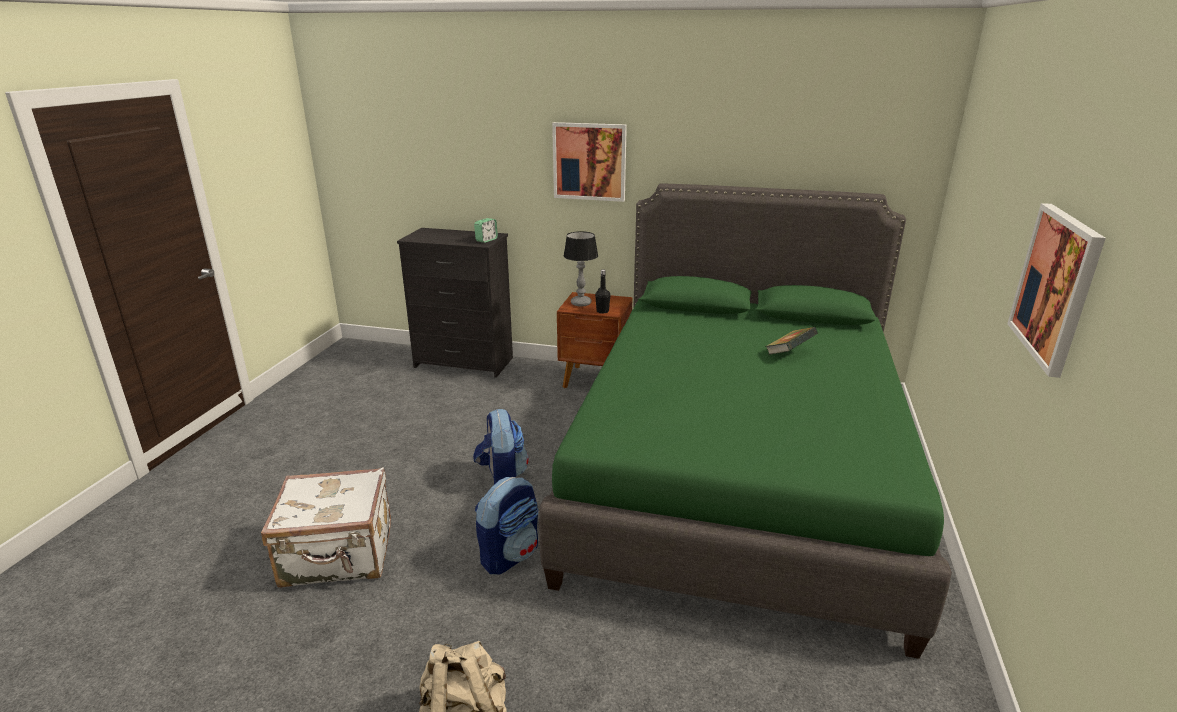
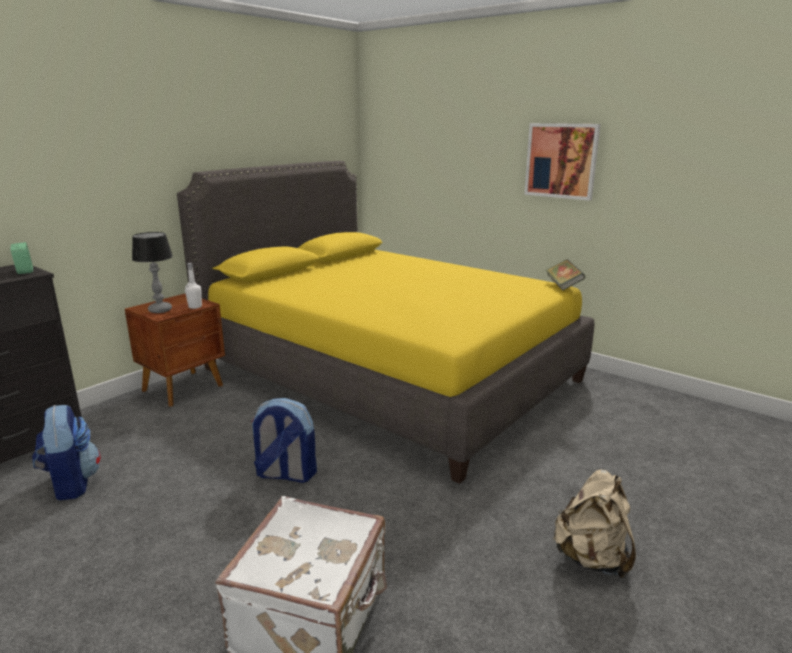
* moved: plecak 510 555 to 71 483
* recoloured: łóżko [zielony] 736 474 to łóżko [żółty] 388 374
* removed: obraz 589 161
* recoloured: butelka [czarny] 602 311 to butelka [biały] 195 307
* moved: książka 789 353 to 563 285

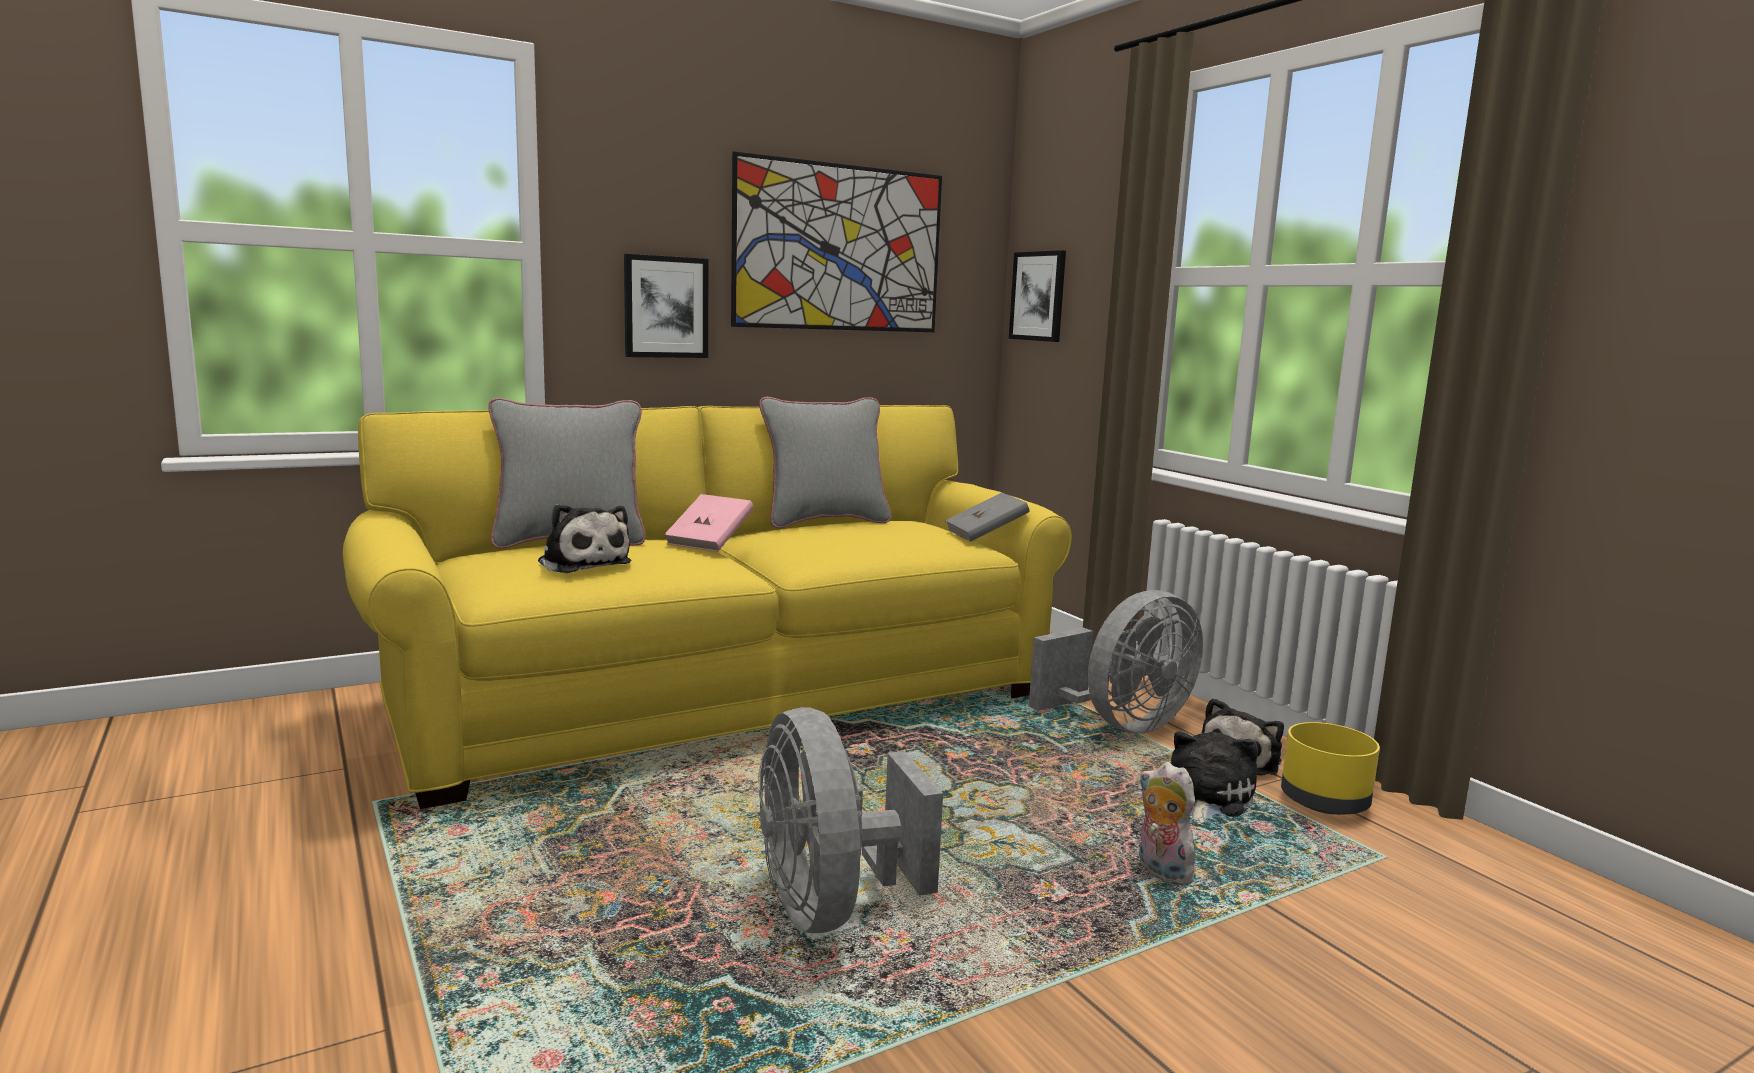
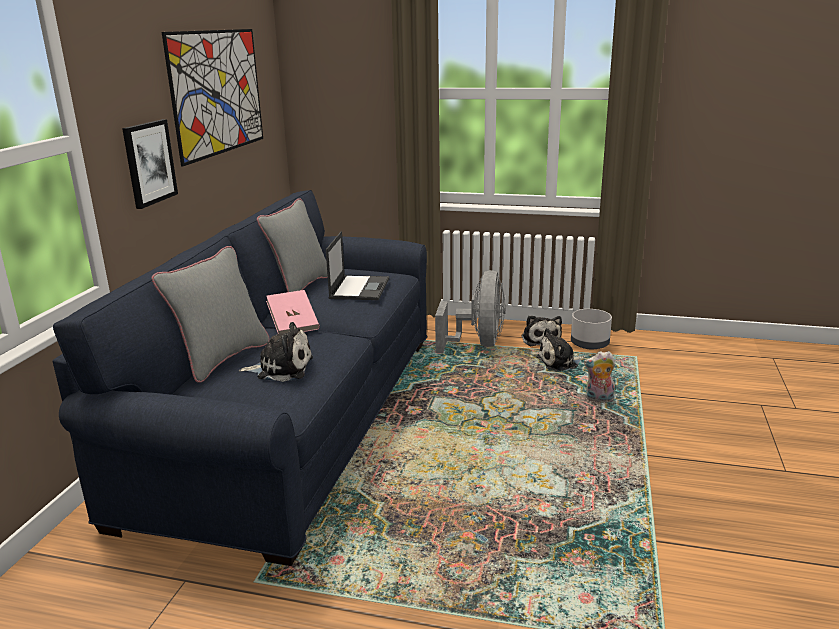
* recoloured: kanapa [żółty] 727 698 to kanapa [niebieski] 297 418
* removed: wentylator [szary] 830 907
* removed: książka [szary] 985 535
* removed: obraz 1038 296
* turned: pluszak 1206 798 = 559 362 90 degrees counterclockwise
* recoloured: donica [żółty] 1325 801 to donica [szary] 589 344
* added: laptop 359 288

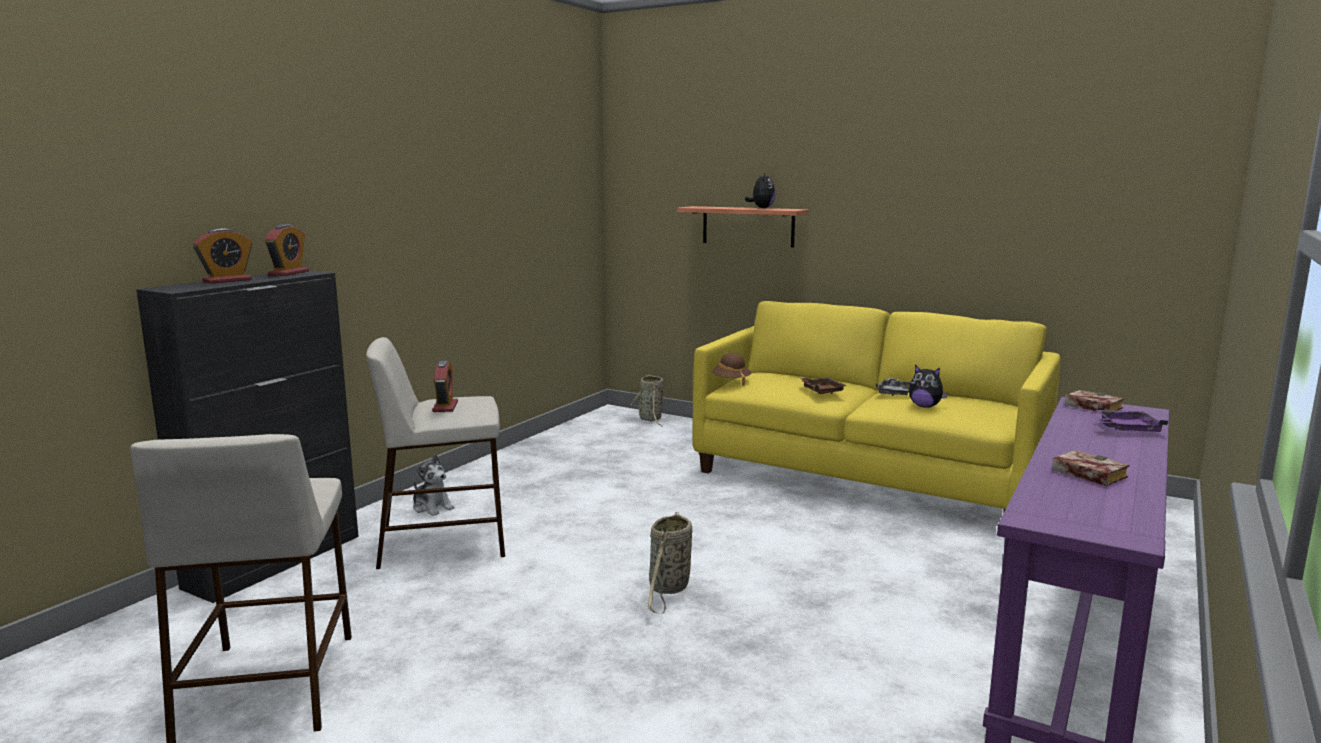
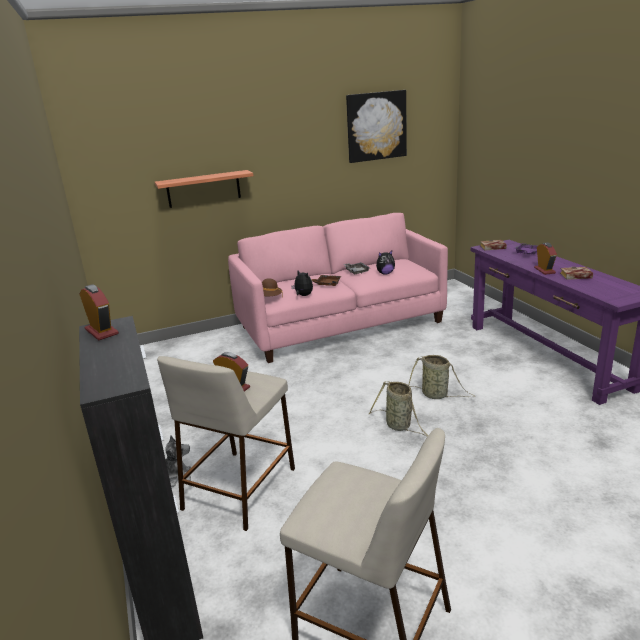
* moved: budzik 227 280 to 544 270
* moved: koszyk 651 419 to 436 395
* recoloured: kanapa [żółty] 867 475 to kanapa [różowy] 340 324
* moved: pluszak 761 208 to 303 295
* added: obraz 376 126

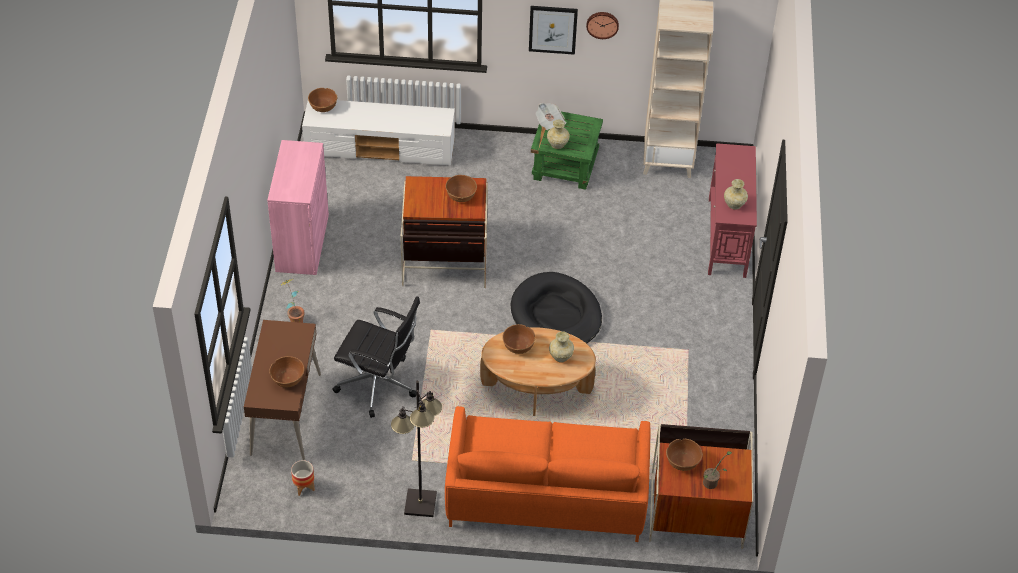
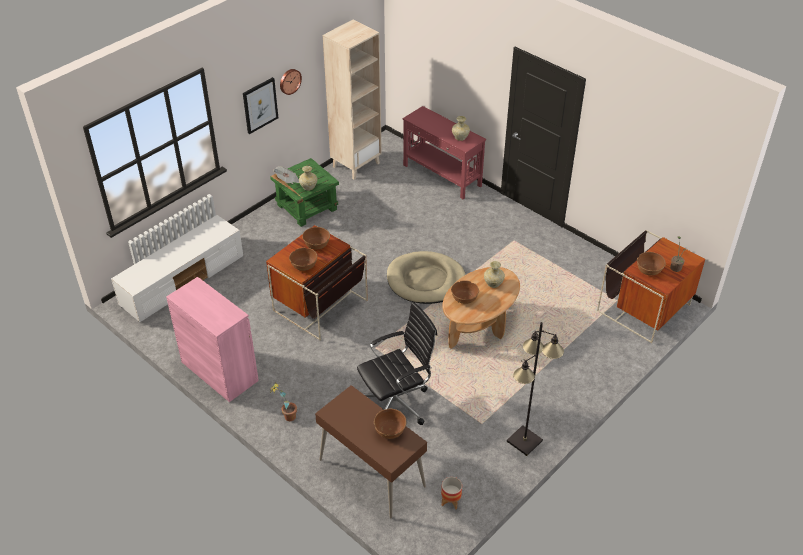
* moved: miska [brązowy] 323 107 to 304 266
* removed: kanapa [pomarańczowy] 546 494
* recoloured: legowisko [czarny] 556 315 to legowisko [beżowy] 426 280

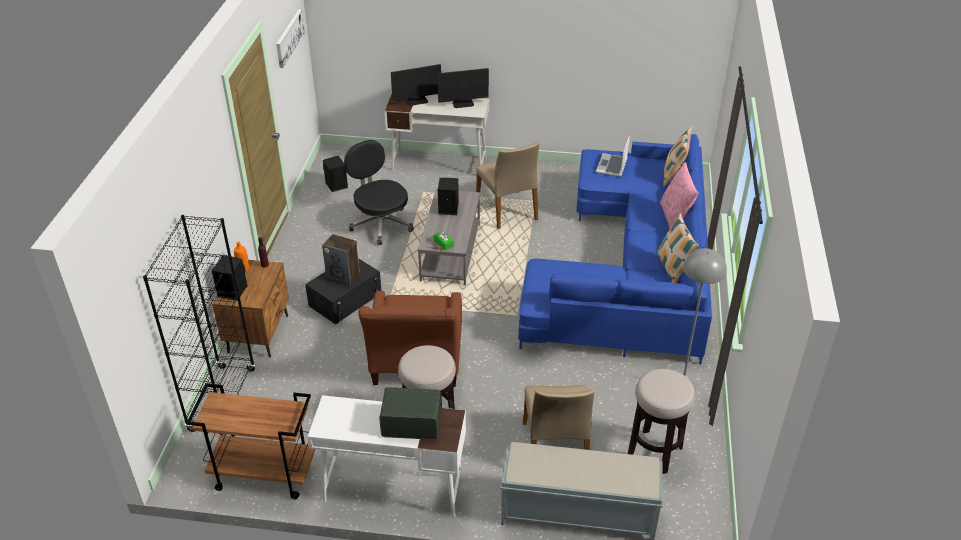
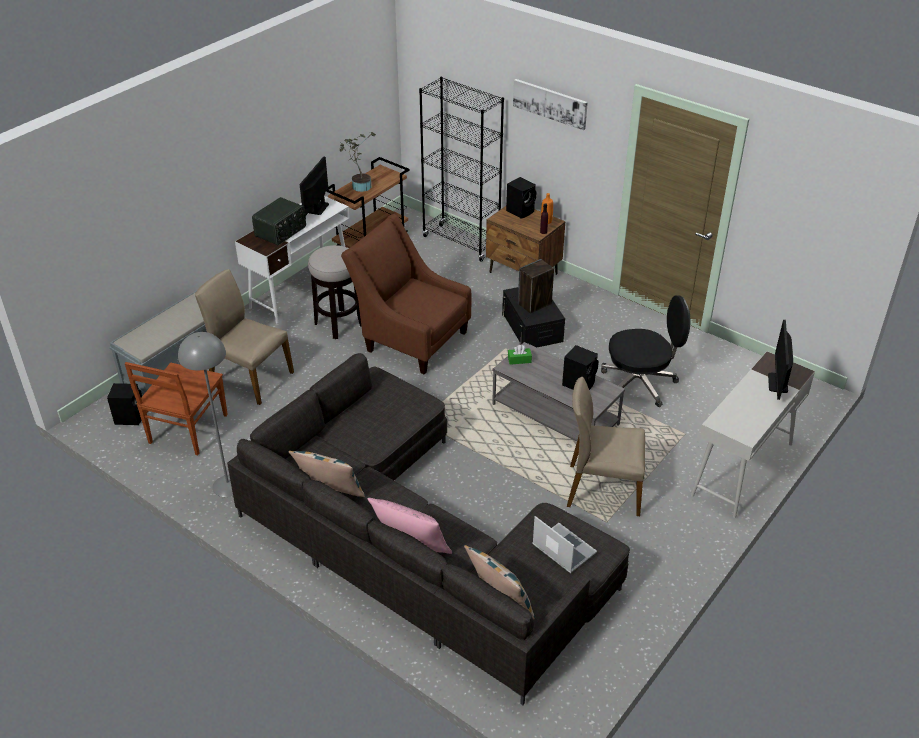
* moved: obraz 289 38 to 550 103
* moved: głośnik [czarny] 335 185 to 130 417
* moved: monitor 463 103 to 318 208
* recoloured: kanapa [niebieski] 632 269 to kanapa [szary] 415 542
* replaced: stołek 655 452 to krzesło [brązowy] 187 430
* added: roślina doniczkowa 359 186

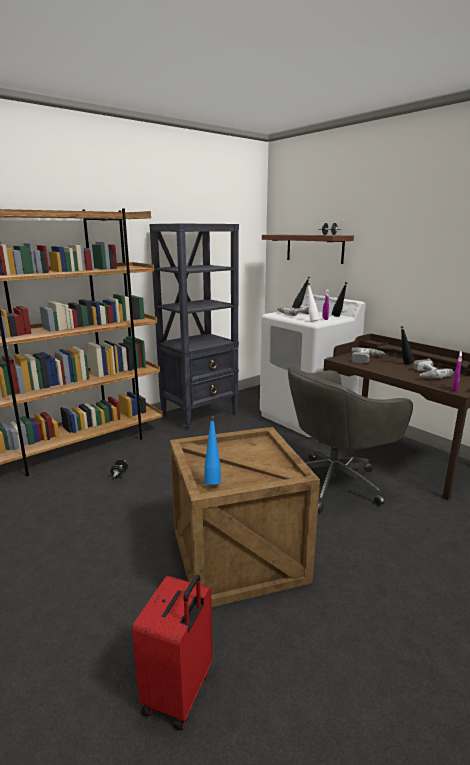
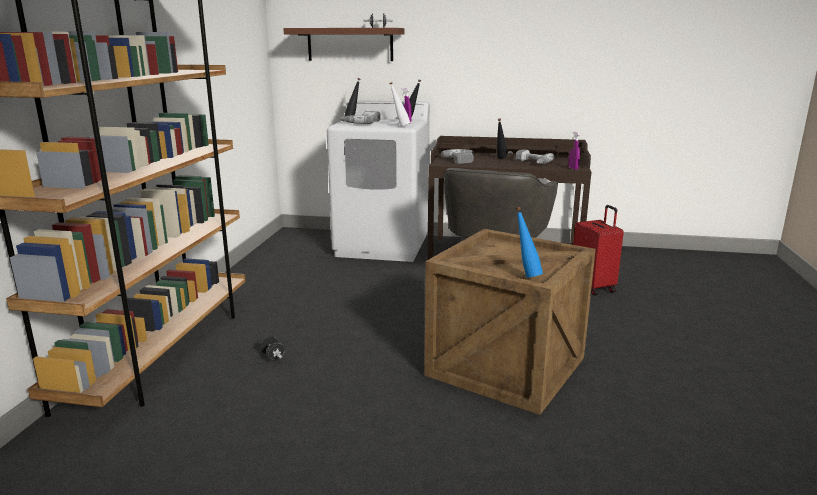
* moved: walizka [czerwony] 179 692 to 594 287
* removed: regał [czarny] 200 414

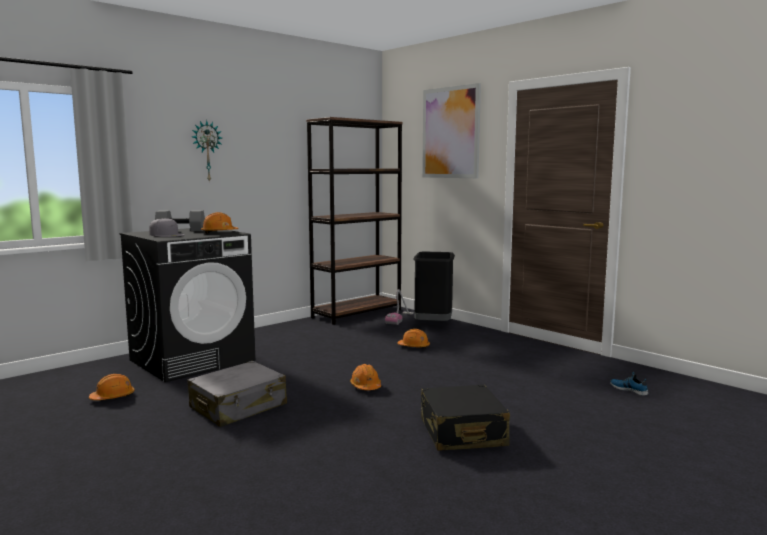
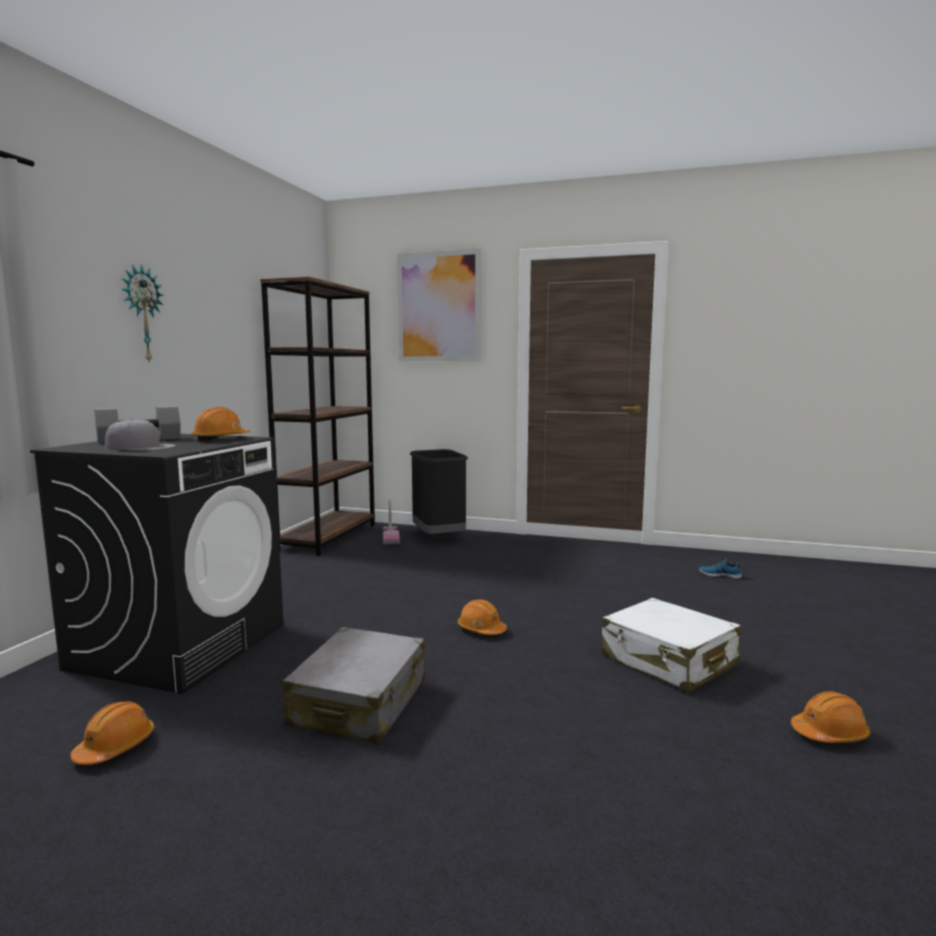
* moved: kask [pomarańczowy] 414 346 to 829 733
* recoloured: walizka [czarny] 462 432 to walizka [biały] 668 661

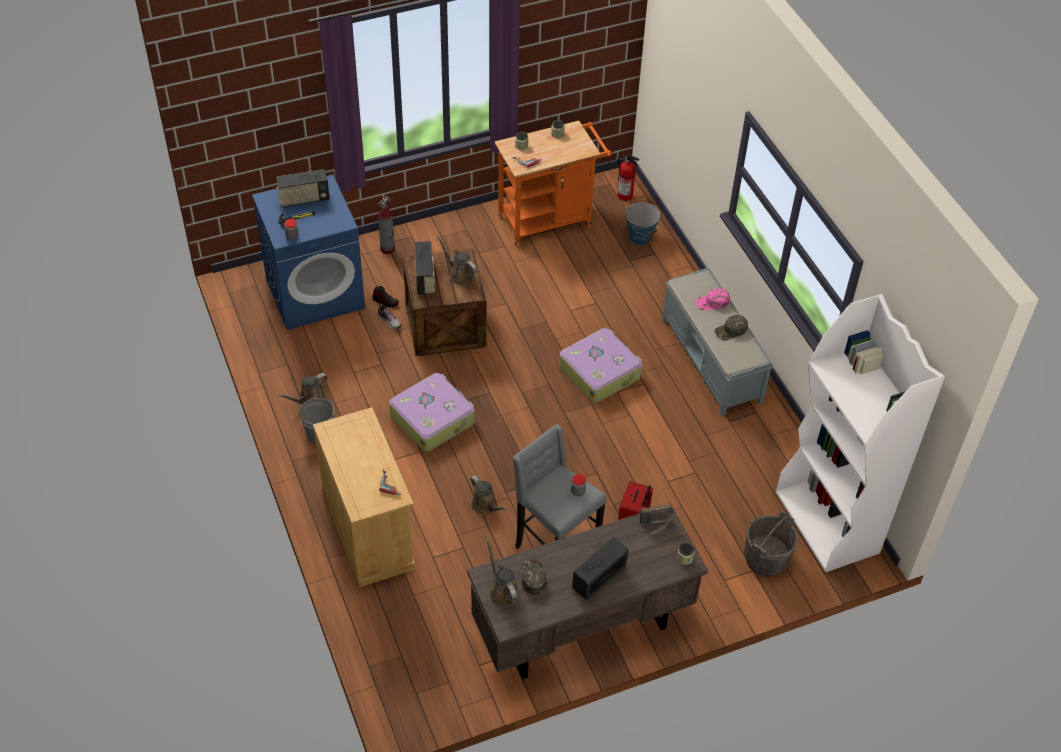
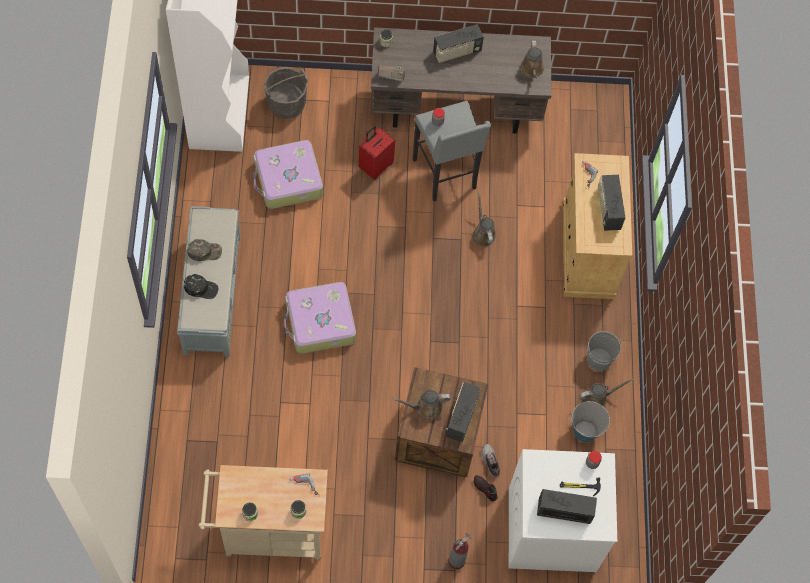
* recoloured: pralka [niebieski] 315 292 to pralka [biały] 551 530
* moved: walizka 432 418 to 288 180
* turned: konewka [brązowy] 460 274 = 426 408 105 degrees clockwise
* recoloured: wózek [pomarańczowy] 550 220 to wózek [beżowy] 268 532
* removed: czapka z daszkiem [zielony] 532 577
* removed: gaśnica 625 195
* moved: wiadro 640 237 to 585 431
* recoloured: czapka z daszkiem [różowy] 712 302 to czapka z daszkiem [czarny] 201 288
* added: radio 608 209

